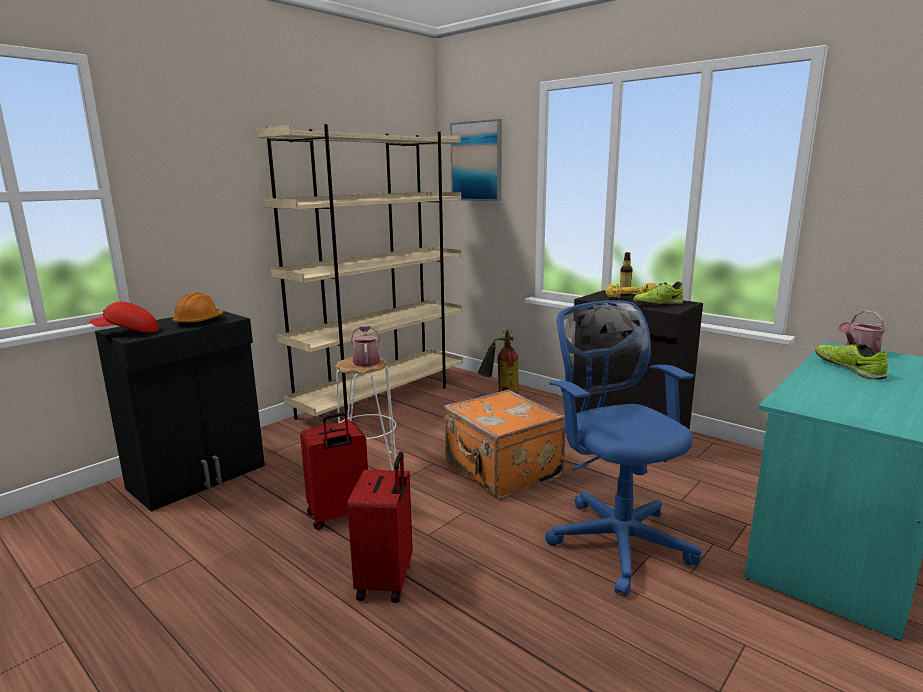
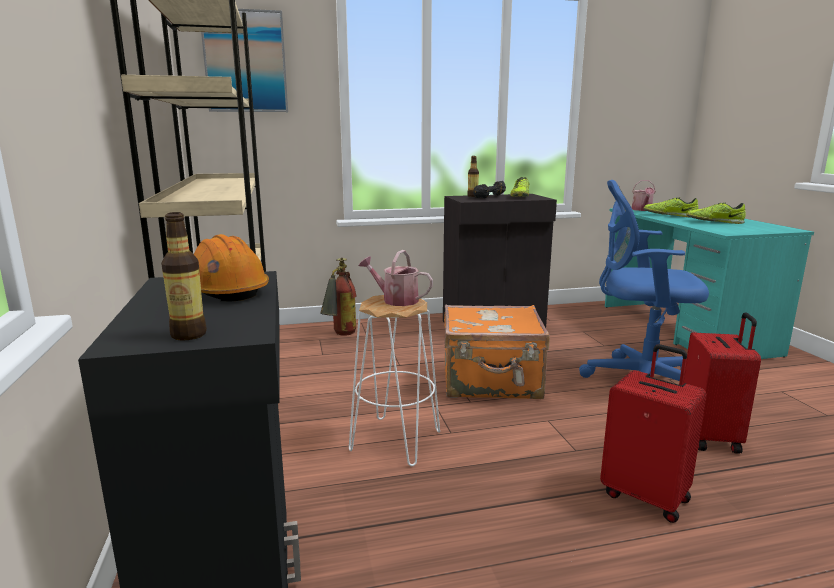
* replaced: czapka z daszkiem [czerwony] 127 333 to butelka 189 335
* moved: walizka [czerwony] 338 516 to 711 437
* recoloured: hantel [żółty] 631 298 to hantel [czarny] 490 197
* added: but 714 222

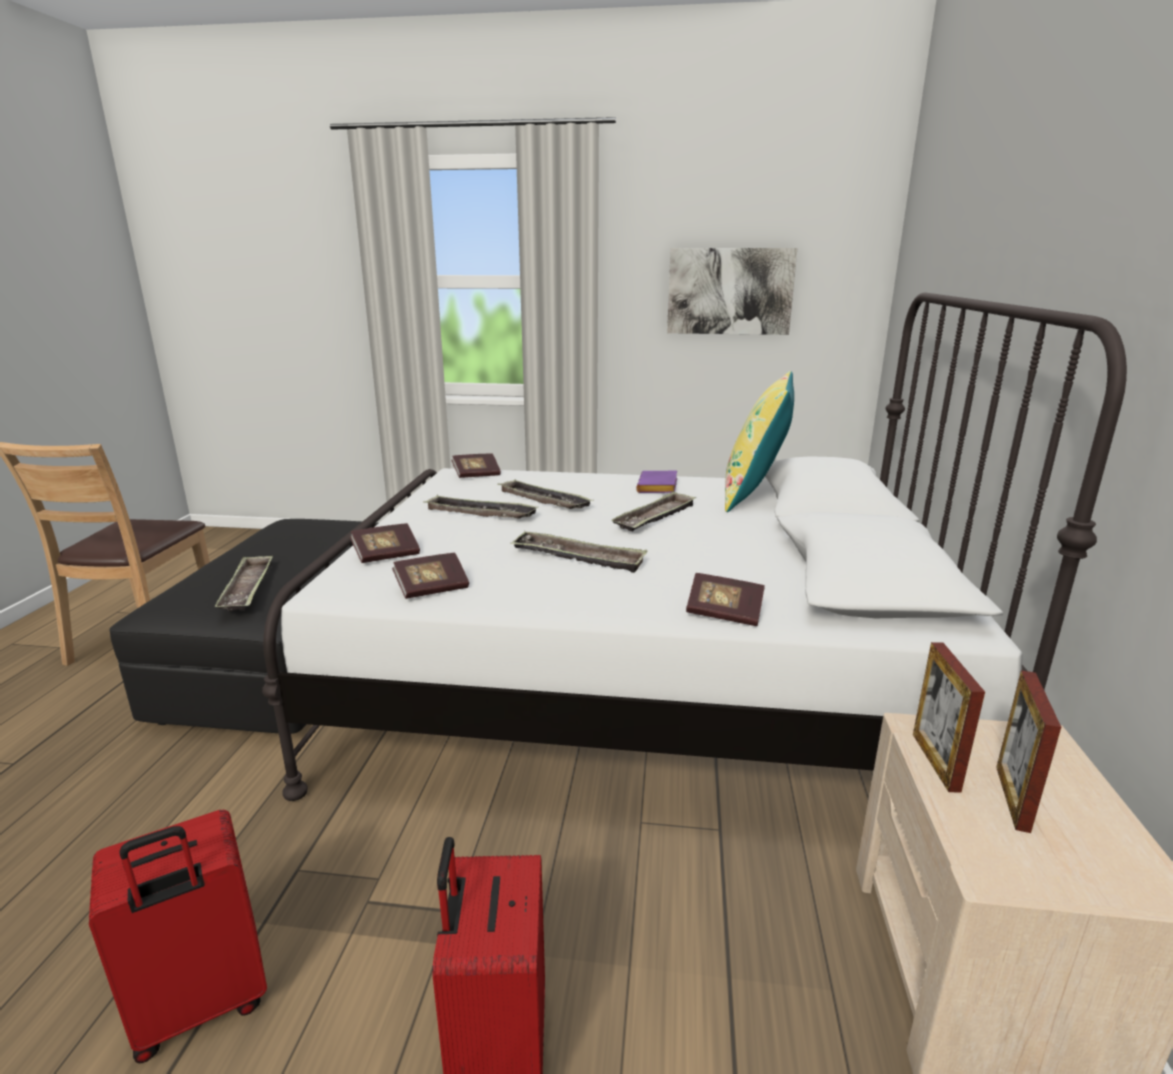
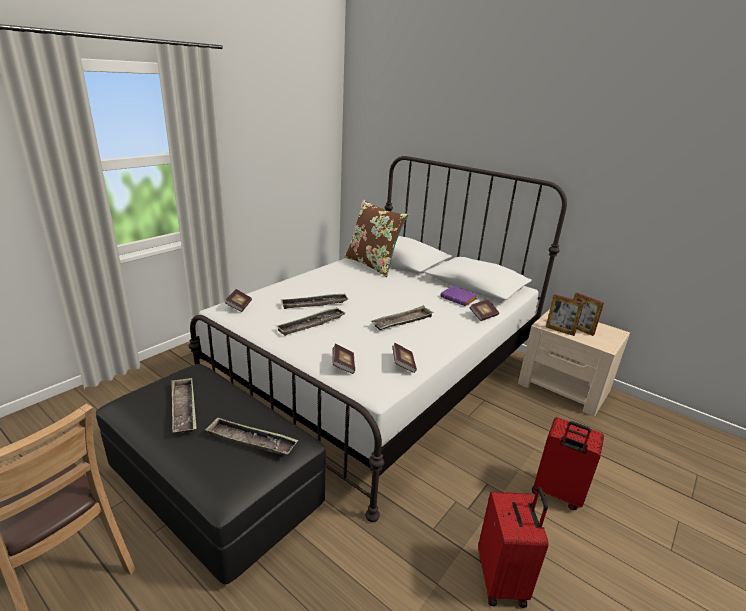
* moved: taca 655 518 to 184 408
* moved: książka [fioletowy] 659 488 to 459 299
* removed: obraz 729 291
* recoloured: poduszka [żółty] 755 494 to poduszka [brązowy] 372 264

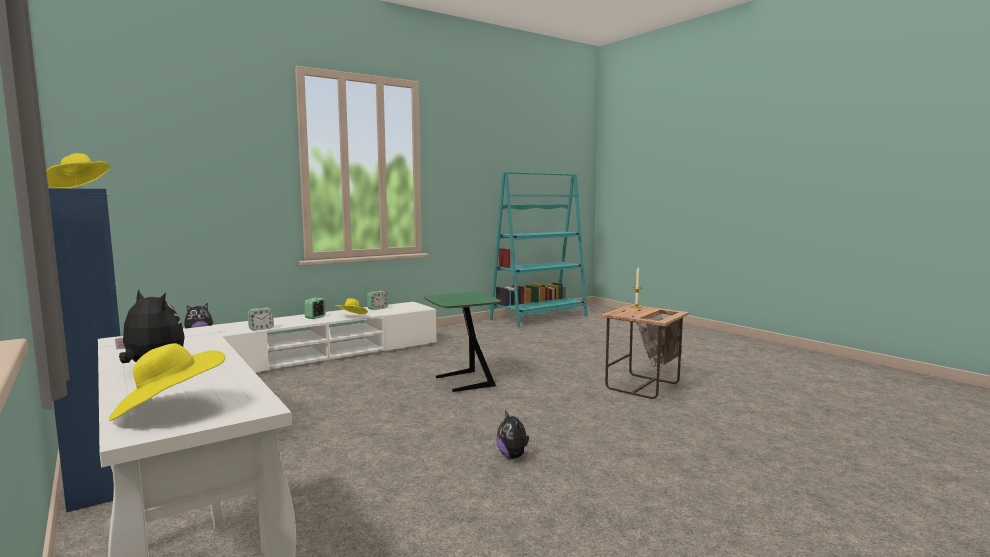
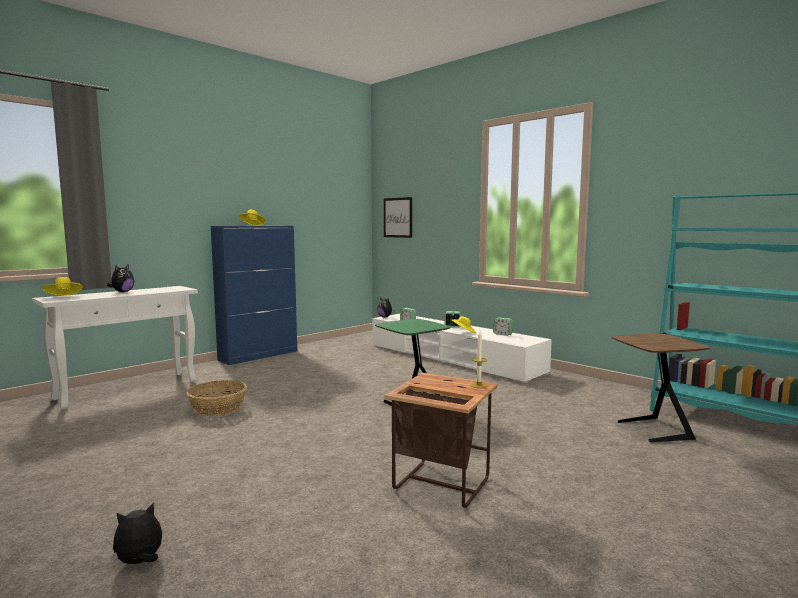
* moved: pluszak 513 456 to 140 562
* added: koszyk 218 408
* added: obraz 398 217
* added: stolik [brązowy] 652 430

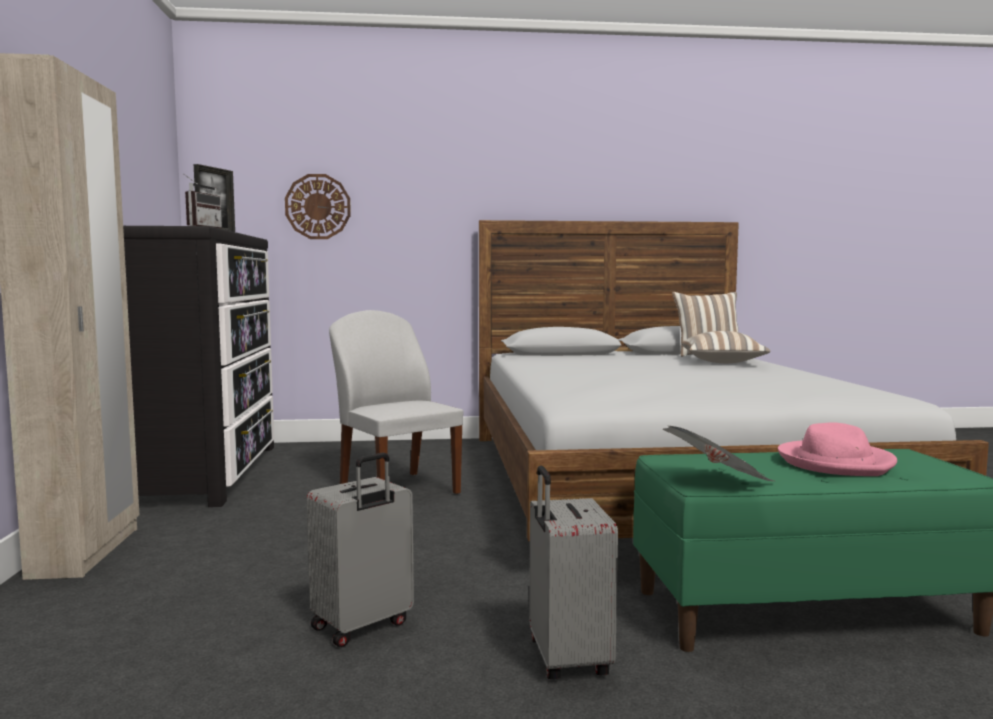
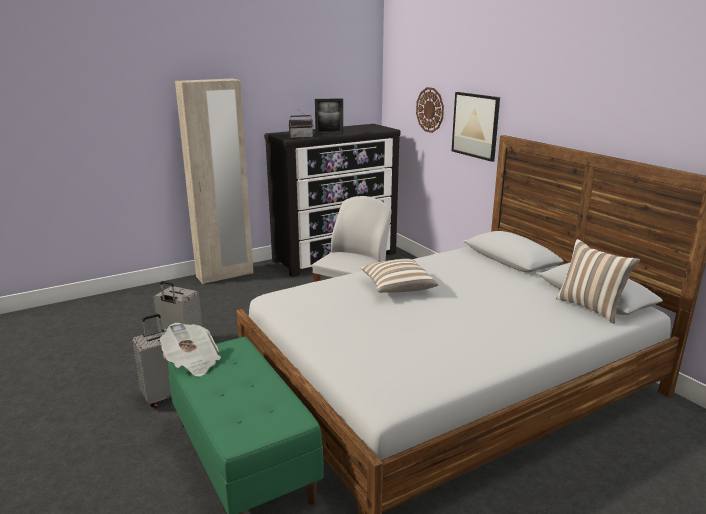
* moved: poduszka 723 363 to 397 287
* removed: kapelusz [różowy] 836 463
* added: obraz 475 125

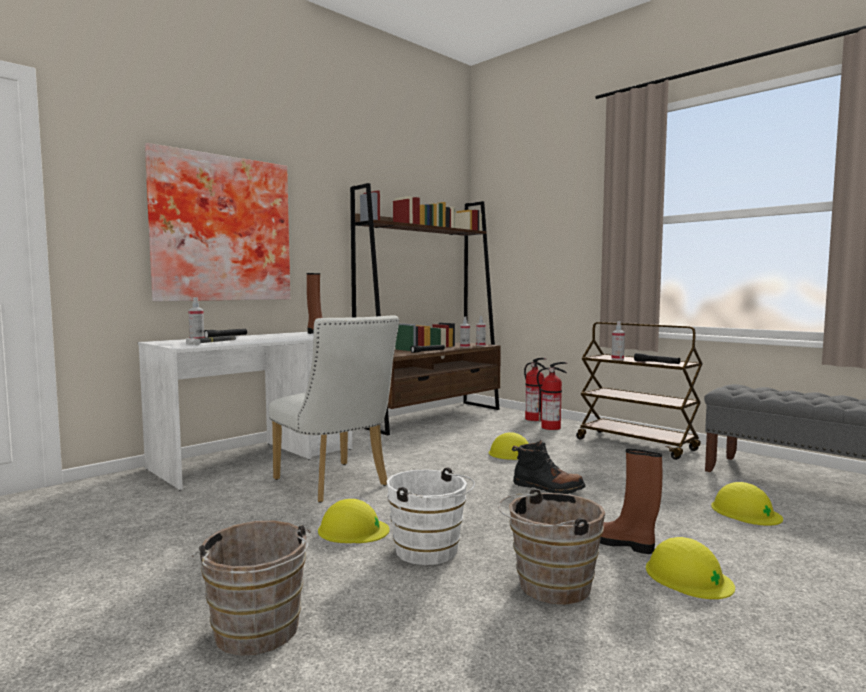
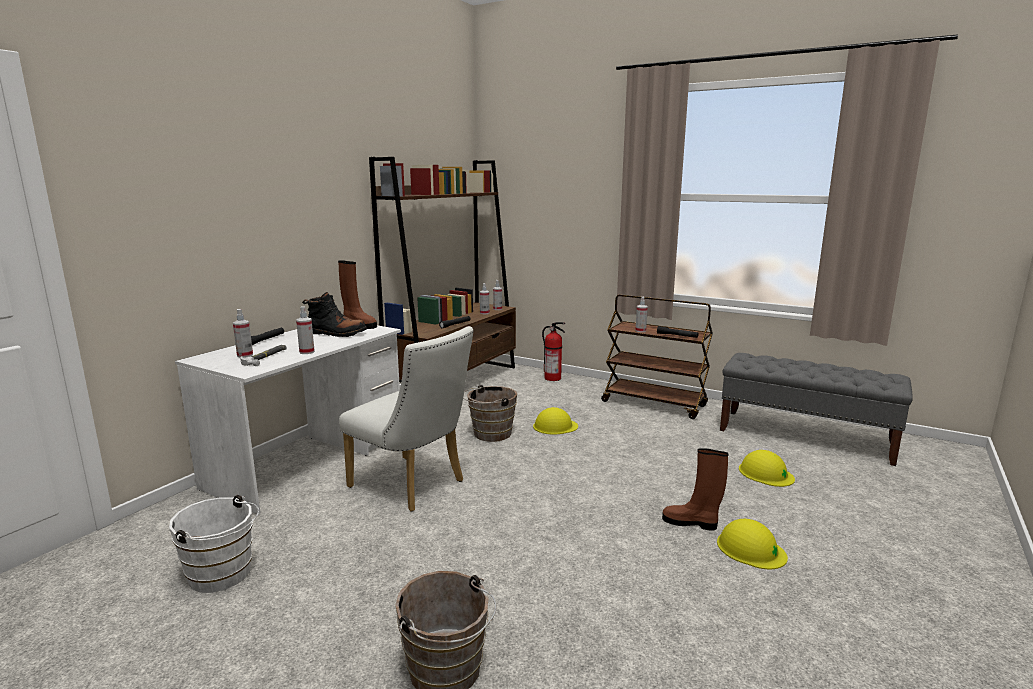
* removed: obraz 221 229
* removed: kask [żółty] 353 530
* moved: wiadro [biały] 430 552 to 223 575
* moved: wiadro [brązowy] 548 586 to 489 434
* moved: but z cholewką [czarny] 547 488 to 336 333
* removed: gaśnica 551 427
* added: spryskiwacz 307 352

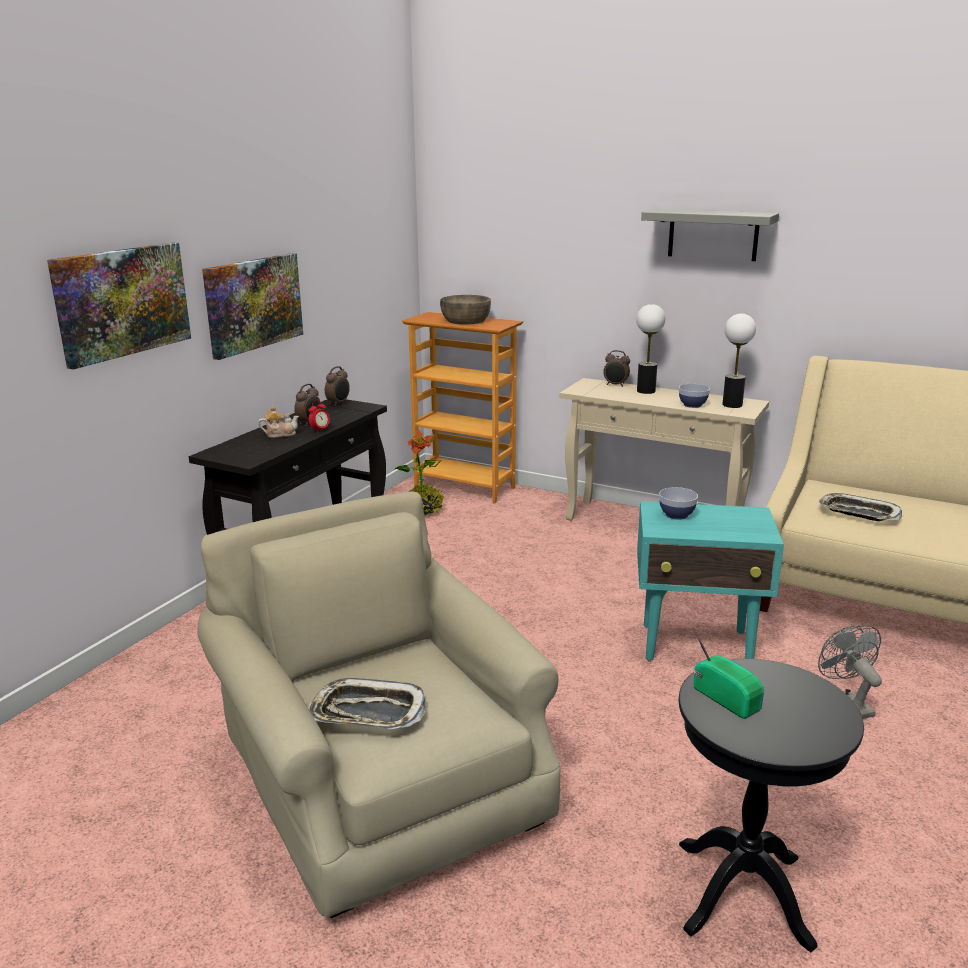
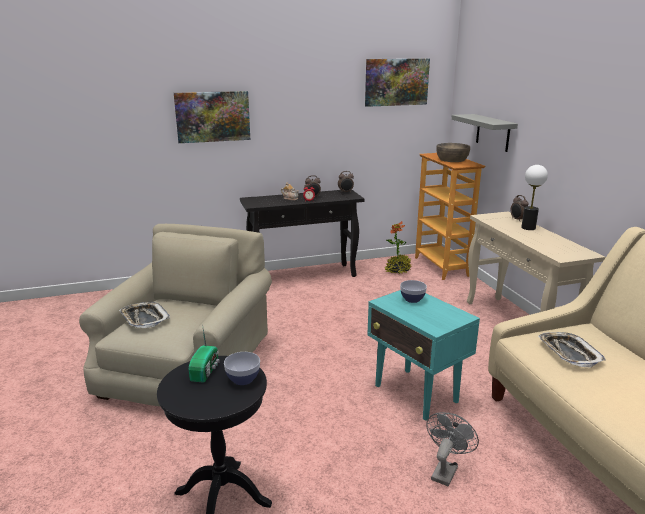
* moved: obraz 253 303 to 396 82
* moved: półka [szary] 713 234 to 493 132
* moved: miska 692 405 to 243 379
* removed: lampa stołowa 732 405

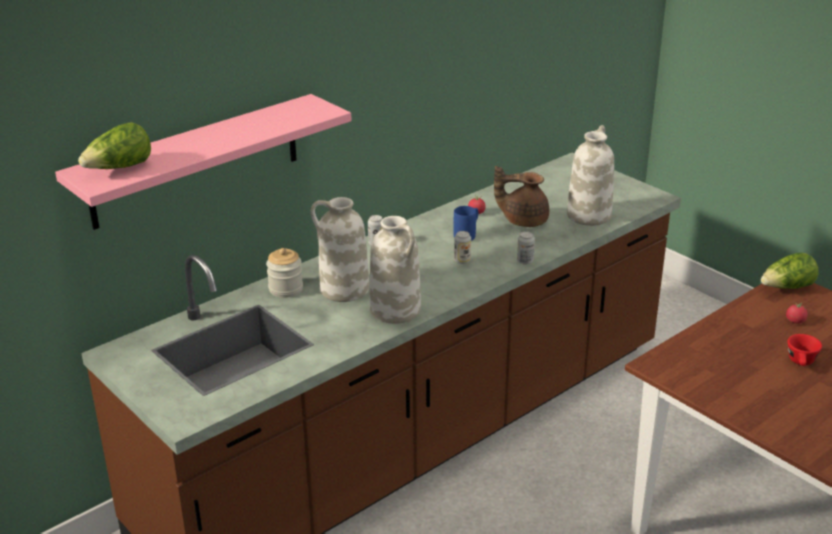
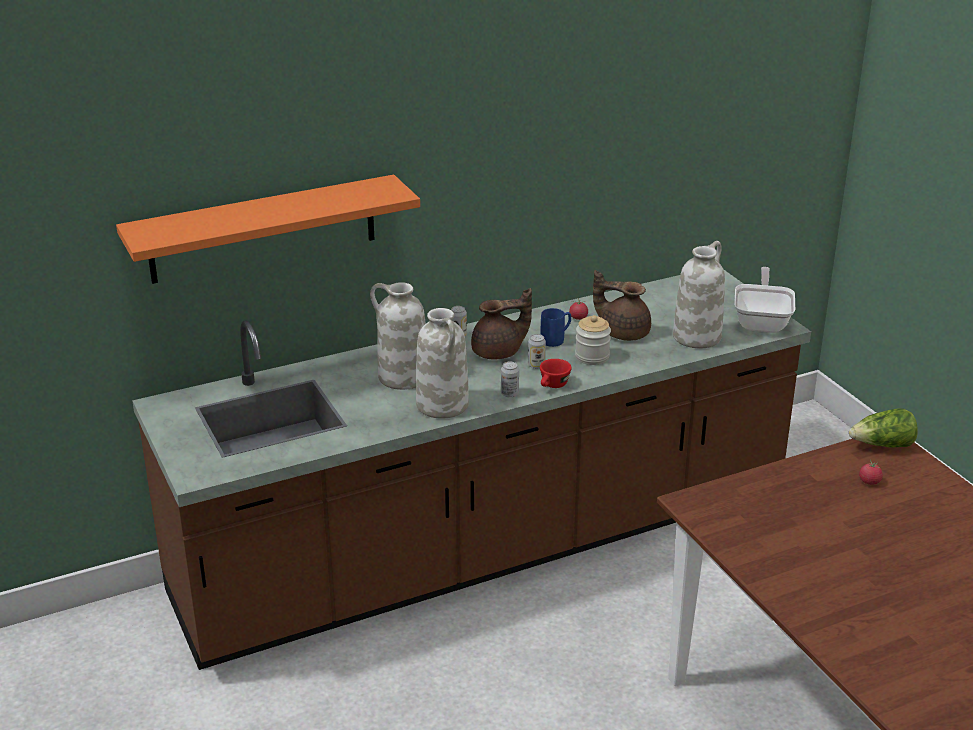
* recoloured: półka [różowy] 196 161 to półka [pomarańczowy] 263 229
* removed: sałata 119 168
* moved: słoik 286 289 to 592 357
* moved: puszka 525 261 to 509 393
* moved: filiżanka [czerwony] 801 363 to 553 386
* added: imbryk [brązowy] 499 352
* added: patelnia 762 321

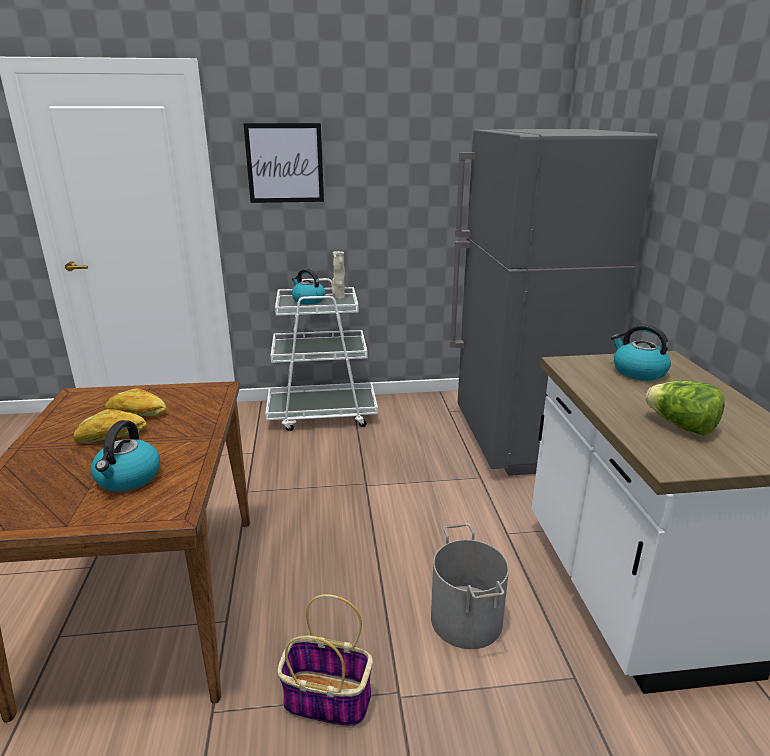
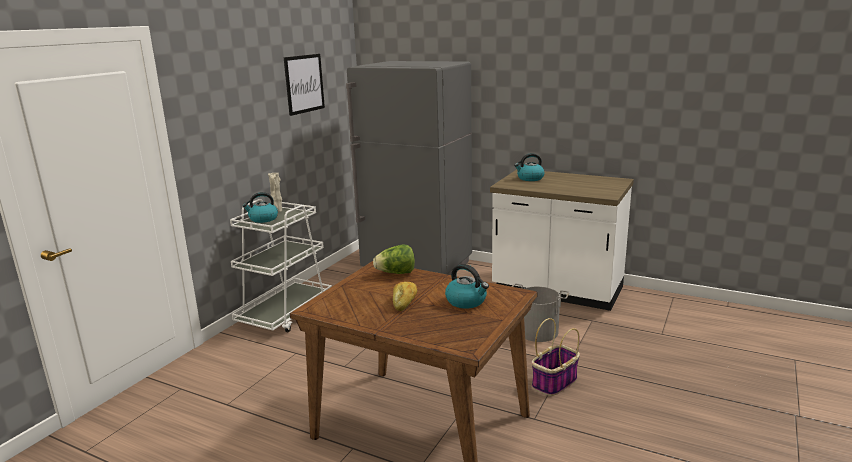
* removed: chleb 137 414
* moved: obraz 285 163 to 304 84
* moved: sałata 681 426 to 396 273

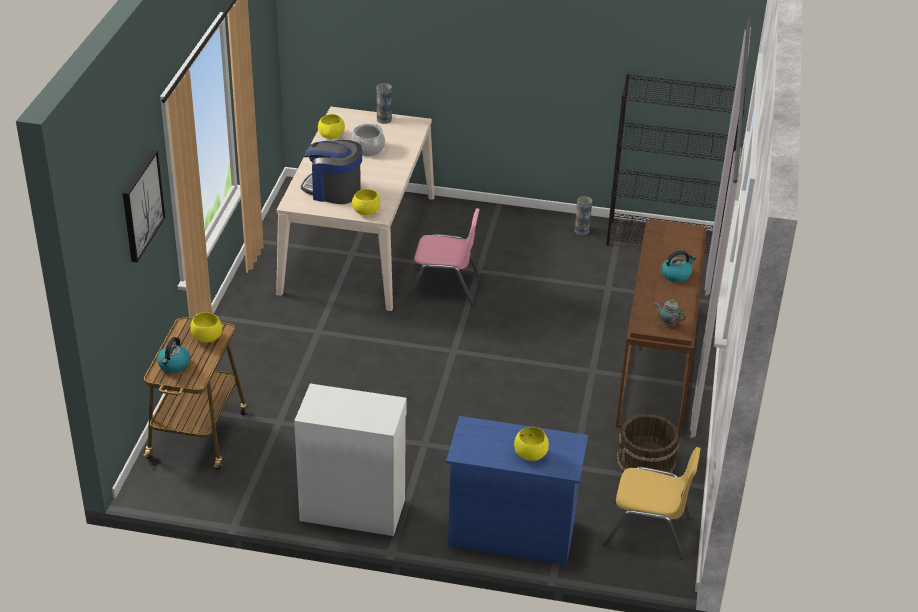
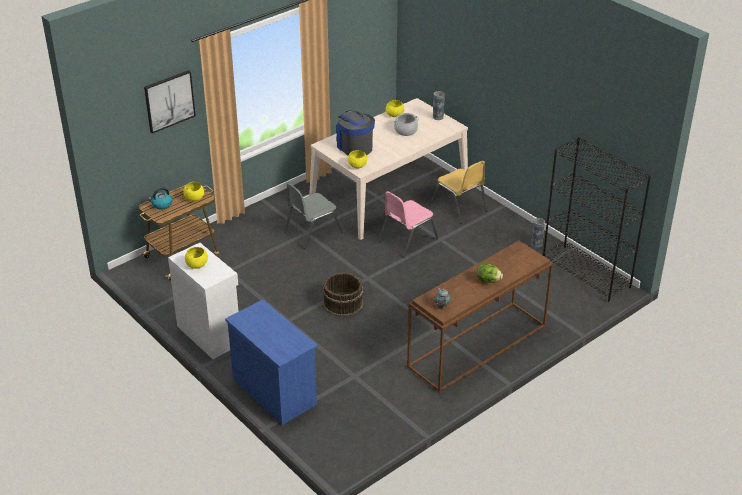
* turned: krzesło [różowy] 444 287 = 407 240 90 degrees clockwise
* moved: miska [żółty] 530 454 to 196 265
* moved: krzesło [żółty] 648 531 to 459 207
* moved: wiadro [brązowy] 646 461 to 343 304
* replaced: czajnik 676 275 to sałata 488 280
* added: krzesło [szary] 312 232

